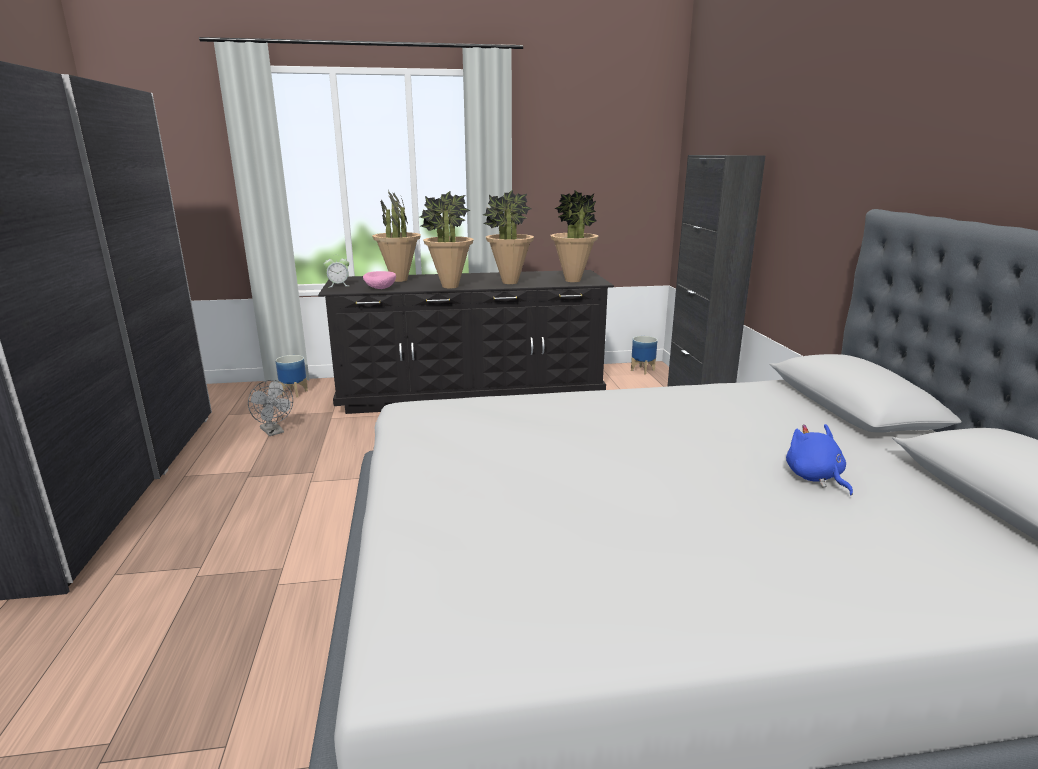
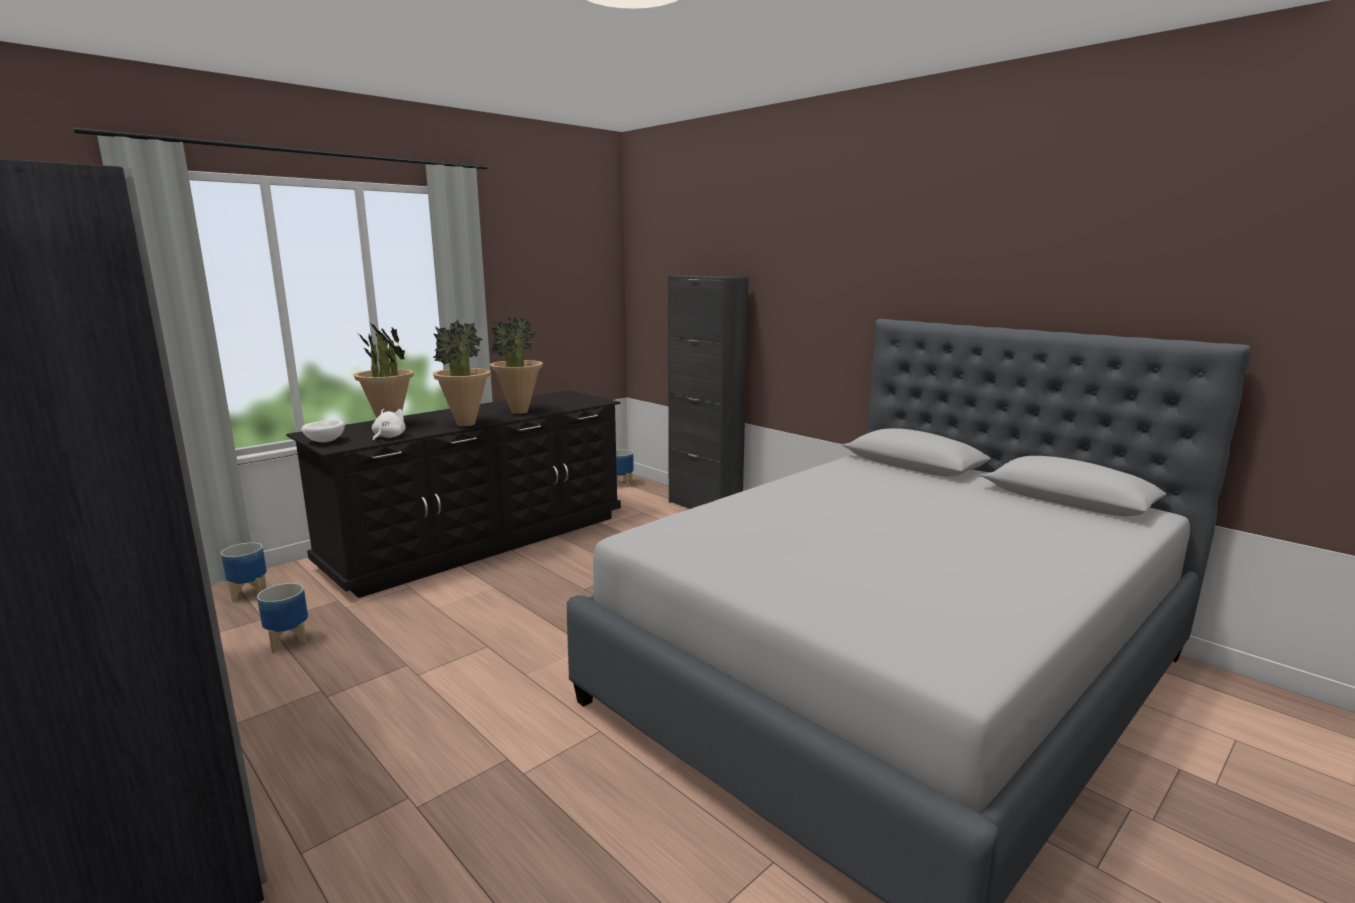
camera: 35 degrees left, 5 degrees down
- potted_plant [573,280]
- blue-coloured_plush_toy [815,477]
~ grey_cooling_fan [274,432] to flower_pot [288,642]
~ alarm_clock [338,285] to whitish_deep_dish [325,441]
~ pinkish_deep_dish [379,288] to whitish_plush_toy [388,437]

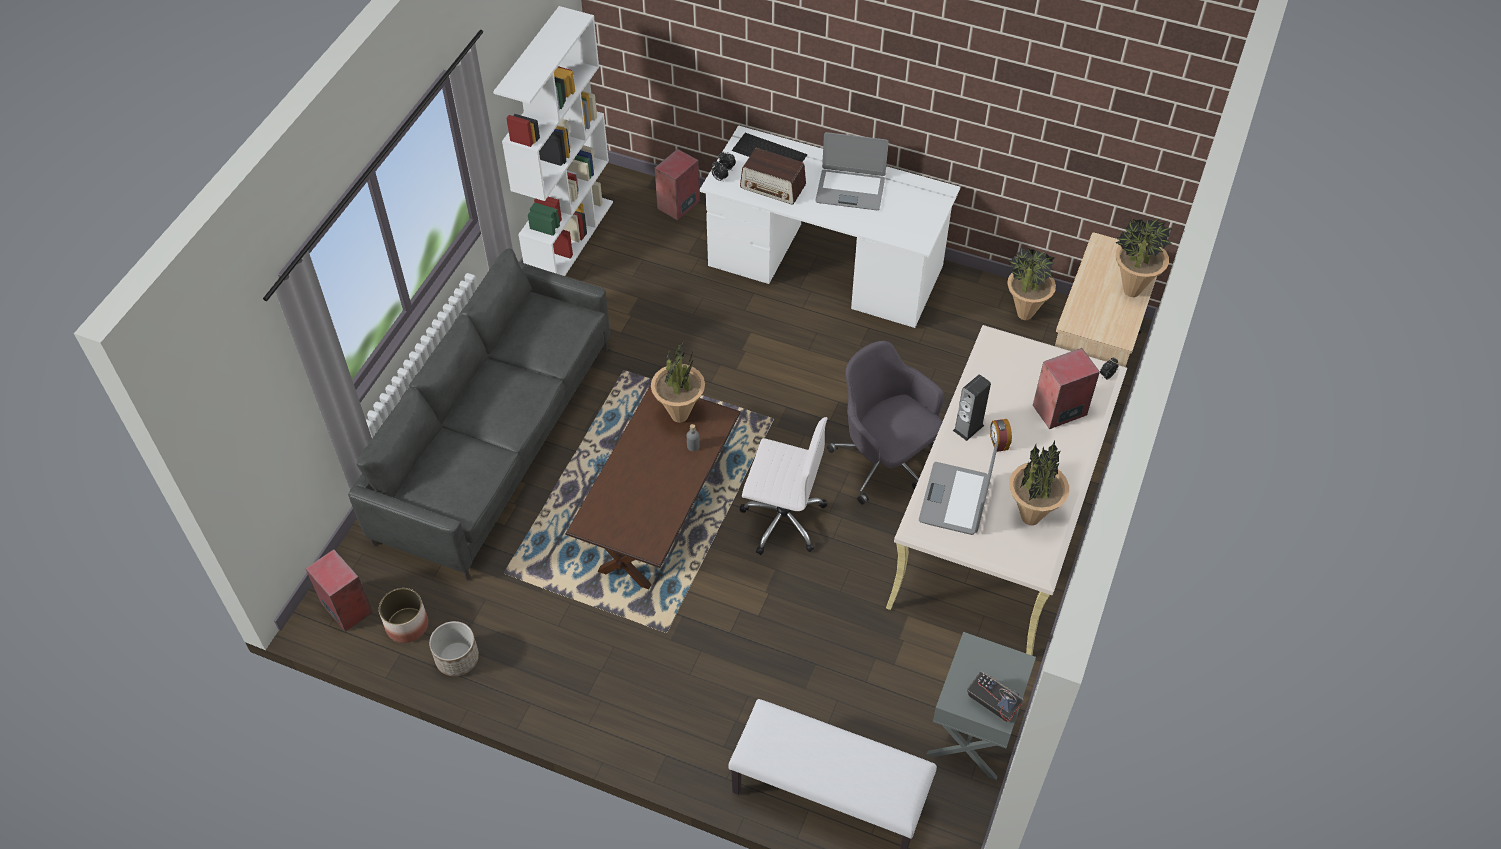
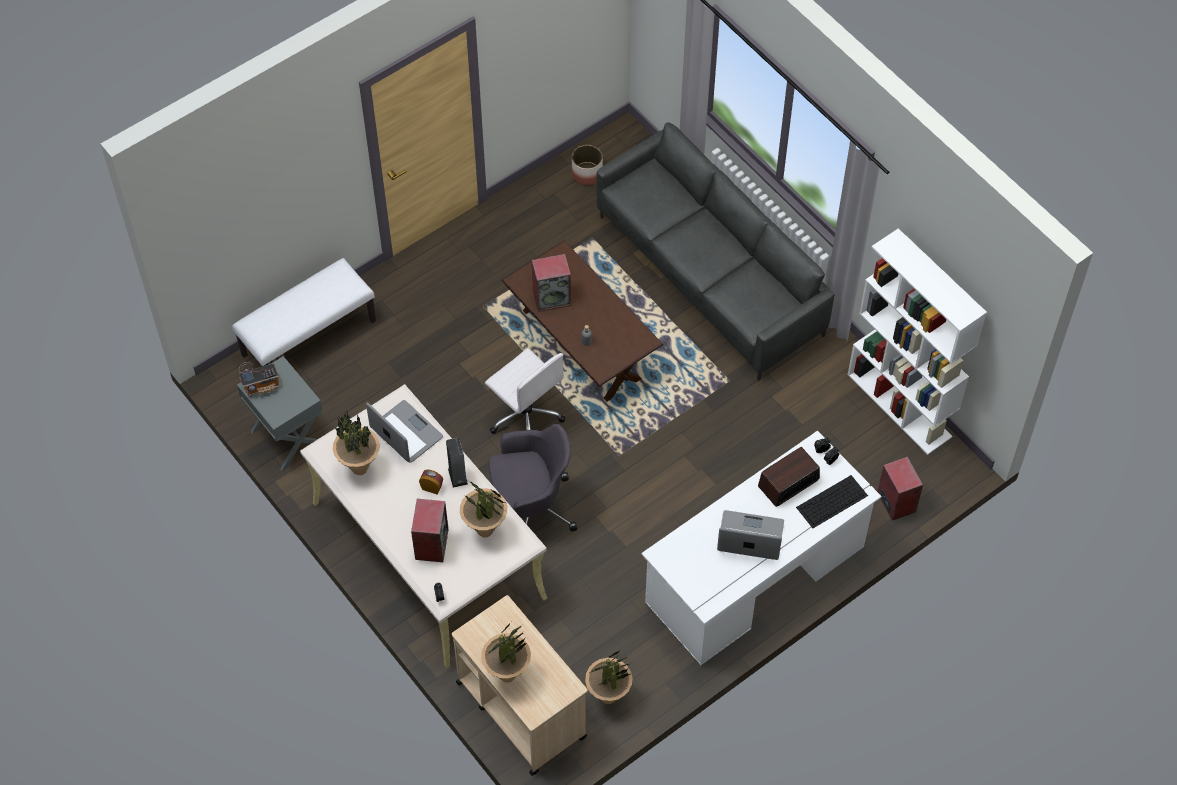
camera: 120 degrees right, 5 degrees up
- flower_pot [457,658]
~ speaker [346,608] to [552,297]
~ potted_plant [679,415] to [485,531]
~ whitish_desk_chair [782,519] = [526,415] 90 degrees counterclockwise
~ notebook_computer [850,190] = [750,537] 60 degrees clockwise

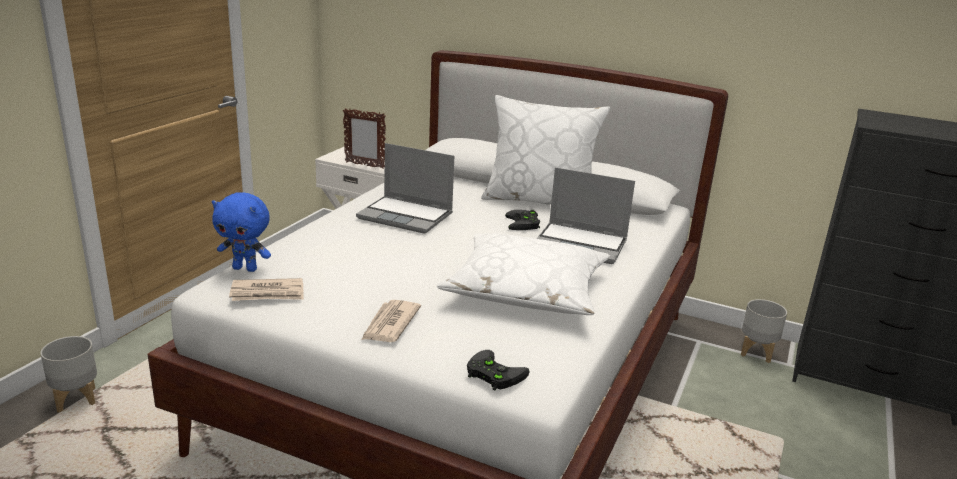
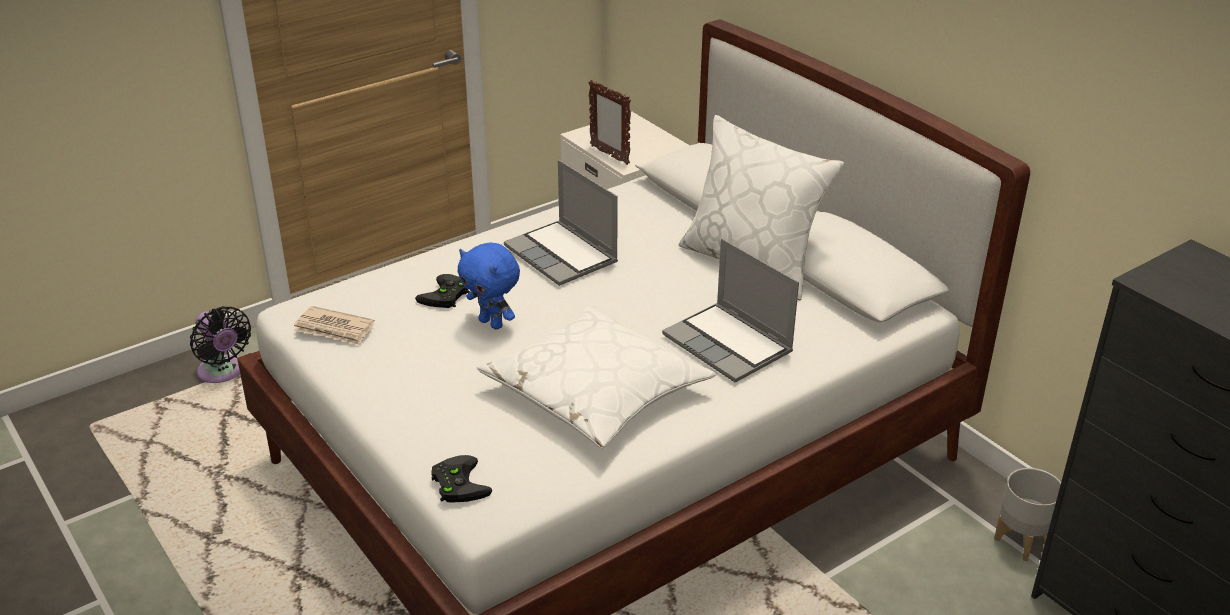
camera: 30 degrees right, 10 degrees up
- newspaper [390,324]
~ blue-coloured_plush_toy [246,268] to [492,323]
~ blackish_game_controller [524,223] to [445,296]
~ grey_flower_pot [76,399] to blackish_cooling_fan [223,373]

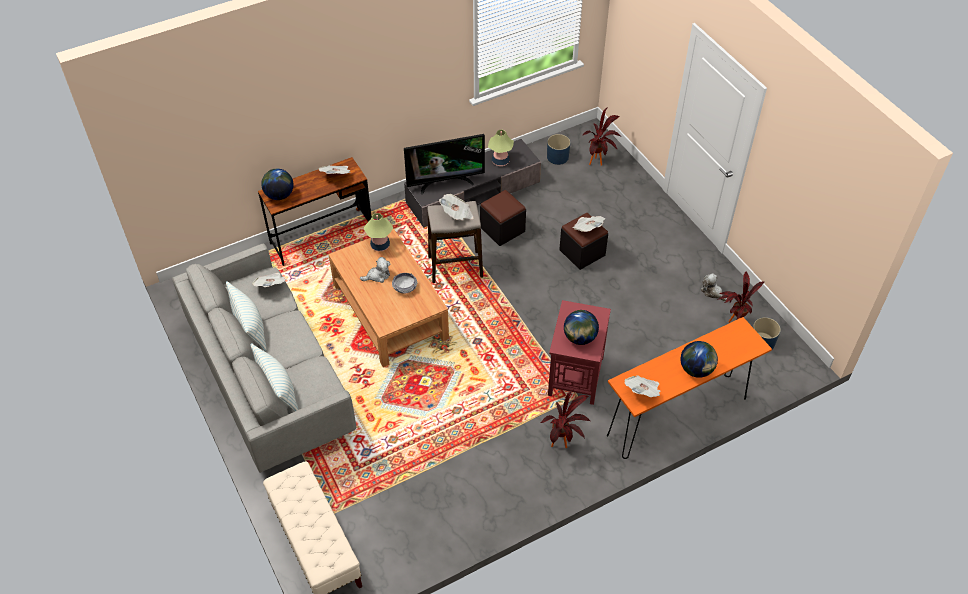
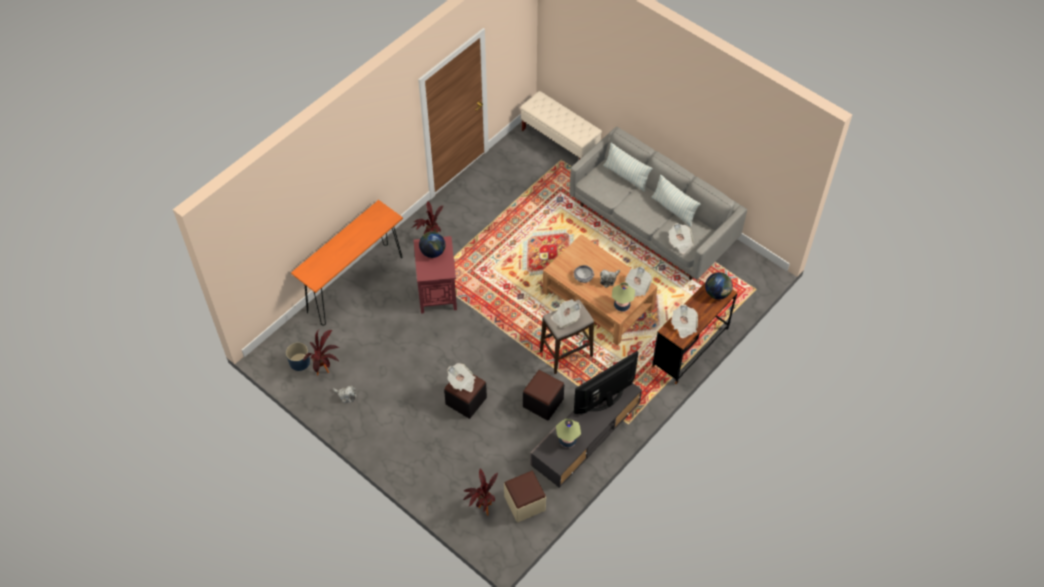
camera: 160 degrees right, 5 degrees up
- globe [696,369]
~ newspaper [643,392] to [637,287]
~ blue-coloured_flower_pot [557,157] to beige-coloured_ottoman [524,503]

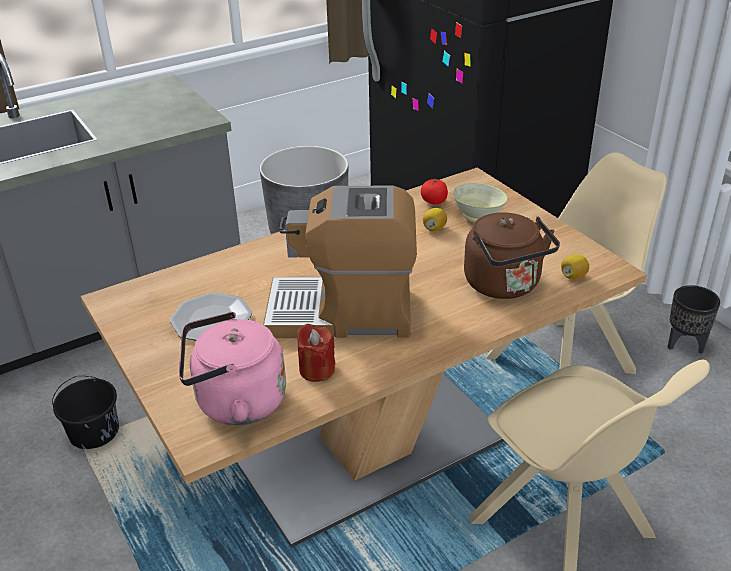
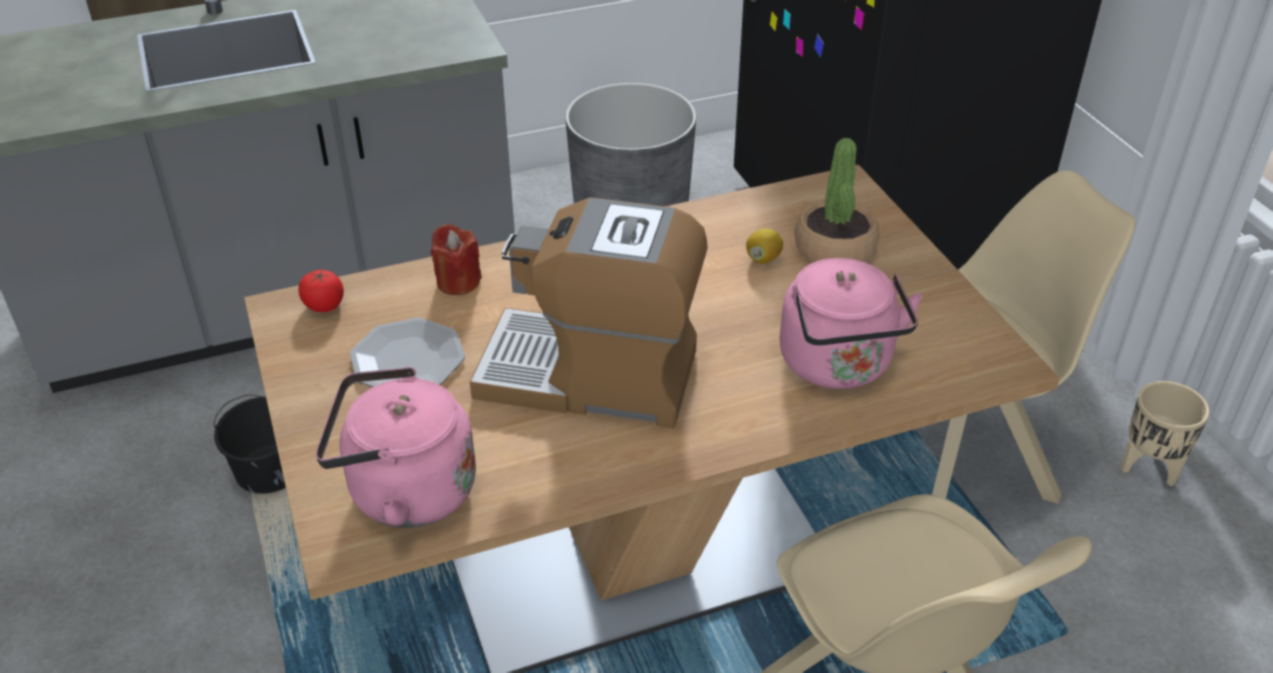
camera: 10 degrees right, 5 degrees up
- lemon [573,276]
~ reddish_wax_candle [317,370] to [458,282]
~ tomato [434,201] to [324,305]
~ beige-coloured_deep_dish [479,217] to potted_plant [835,248]
~ brown-coloured_water_kettle [505,285] to pinkish_water_kettle [838,366]
~ blackish_flower_pot [685,345] to beige-coloured_flower_pot [1149,469]

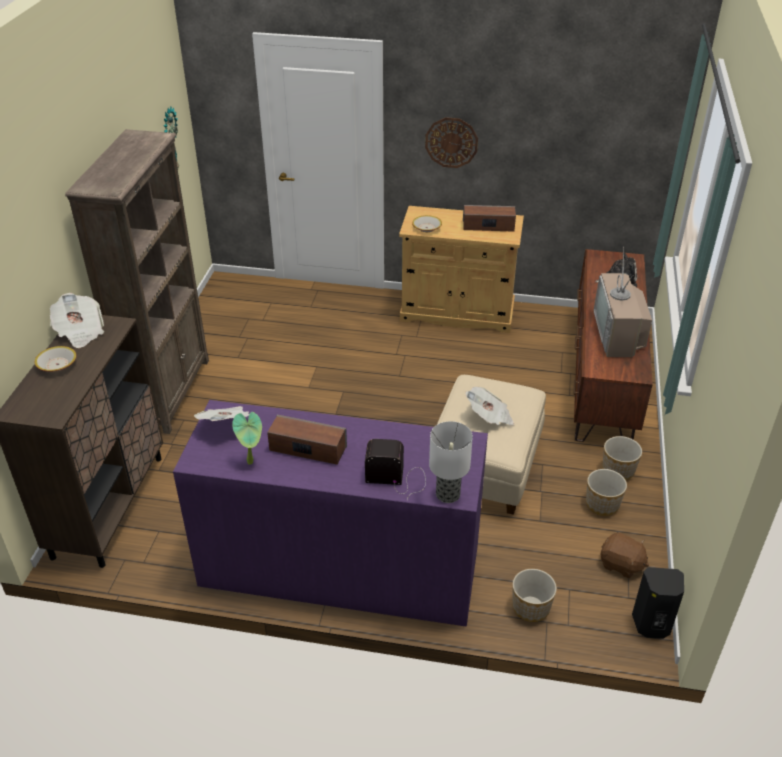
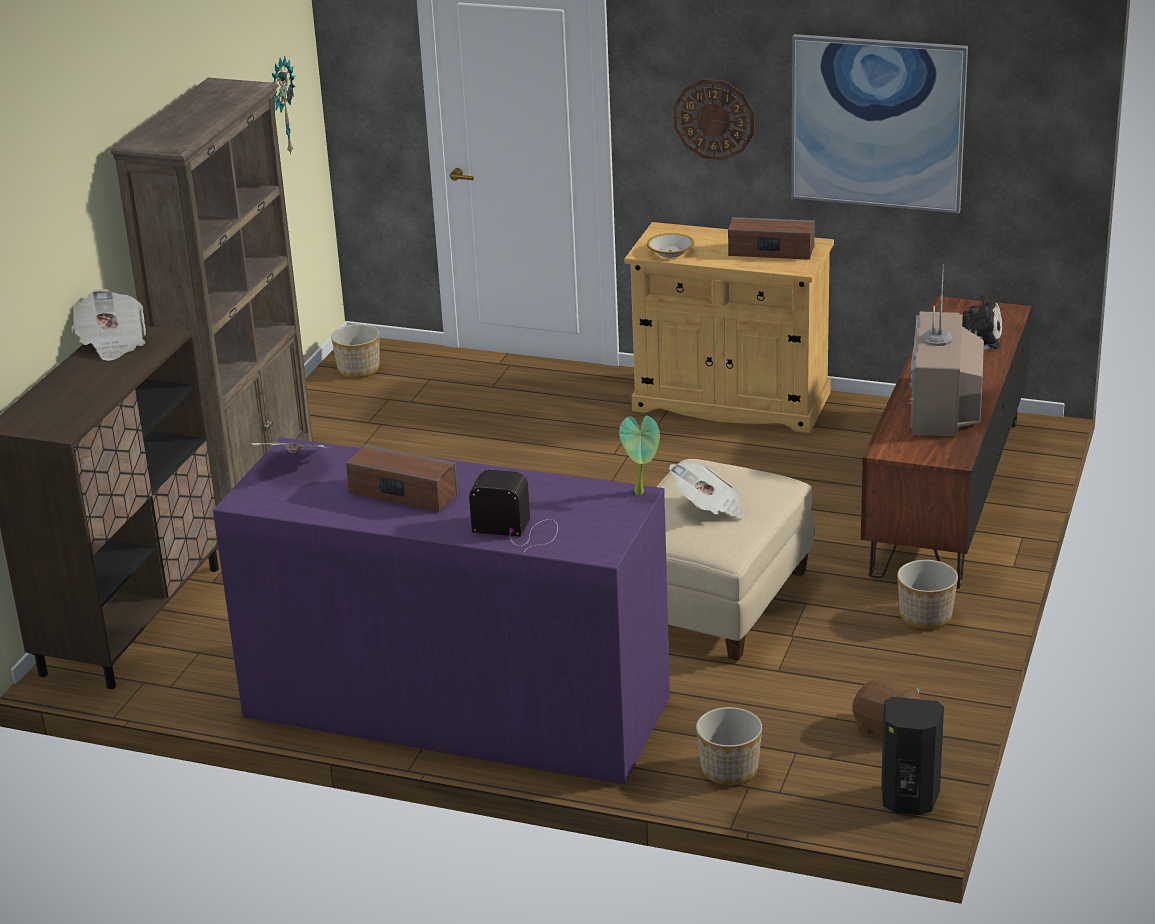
camera: 10 degrees right, 10 degrees down
- deep_dish [57,365]
- tabletop_lamp [448,494]
+ picture [877,123]
~ potted_plant [252,461] to [641,493]
~ flower_pot [602,504] to [359,369]

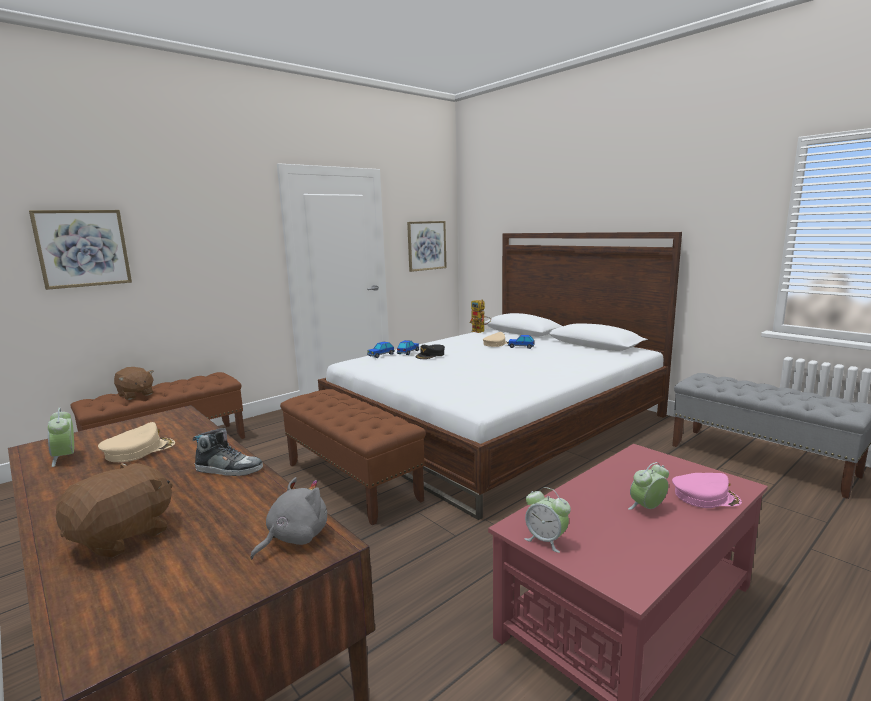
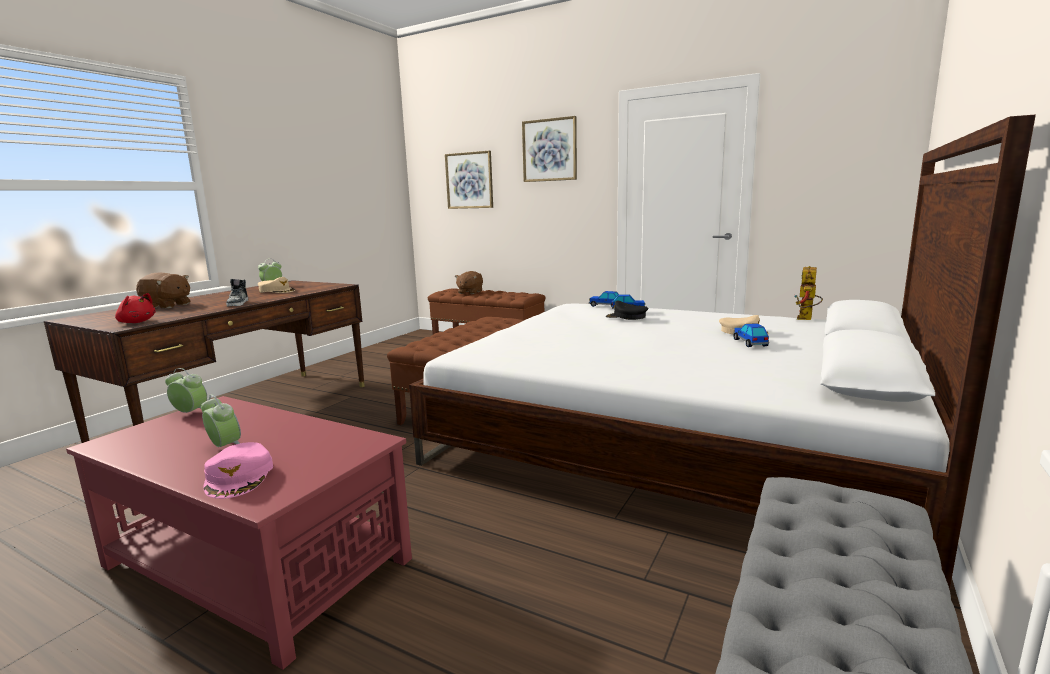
camera: 70 degrees right, 0 degrees up
~ picture [426,245] to [549,150]
~ grey_plush_toy [294,538] to reddish_plush_toy [136,322]
~ alarm_clock [546,540] = [190,413] 90 degrees clockwise

